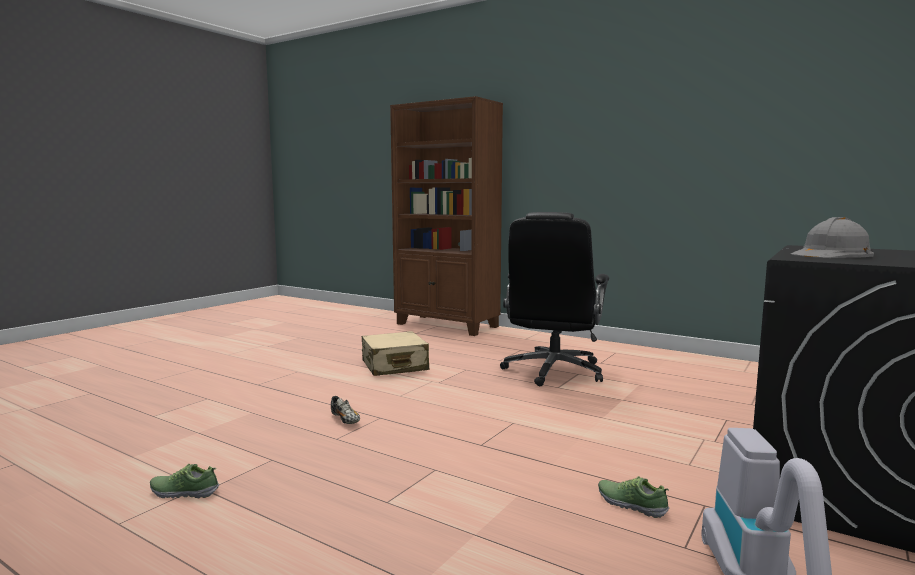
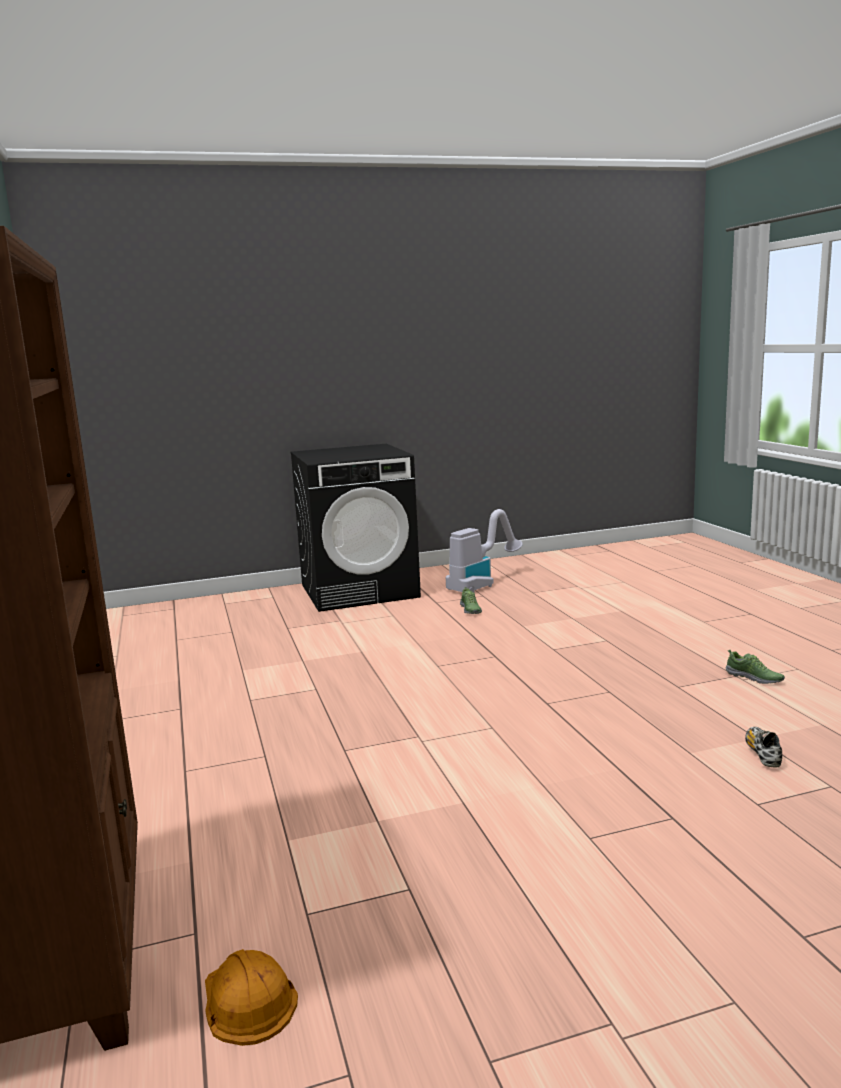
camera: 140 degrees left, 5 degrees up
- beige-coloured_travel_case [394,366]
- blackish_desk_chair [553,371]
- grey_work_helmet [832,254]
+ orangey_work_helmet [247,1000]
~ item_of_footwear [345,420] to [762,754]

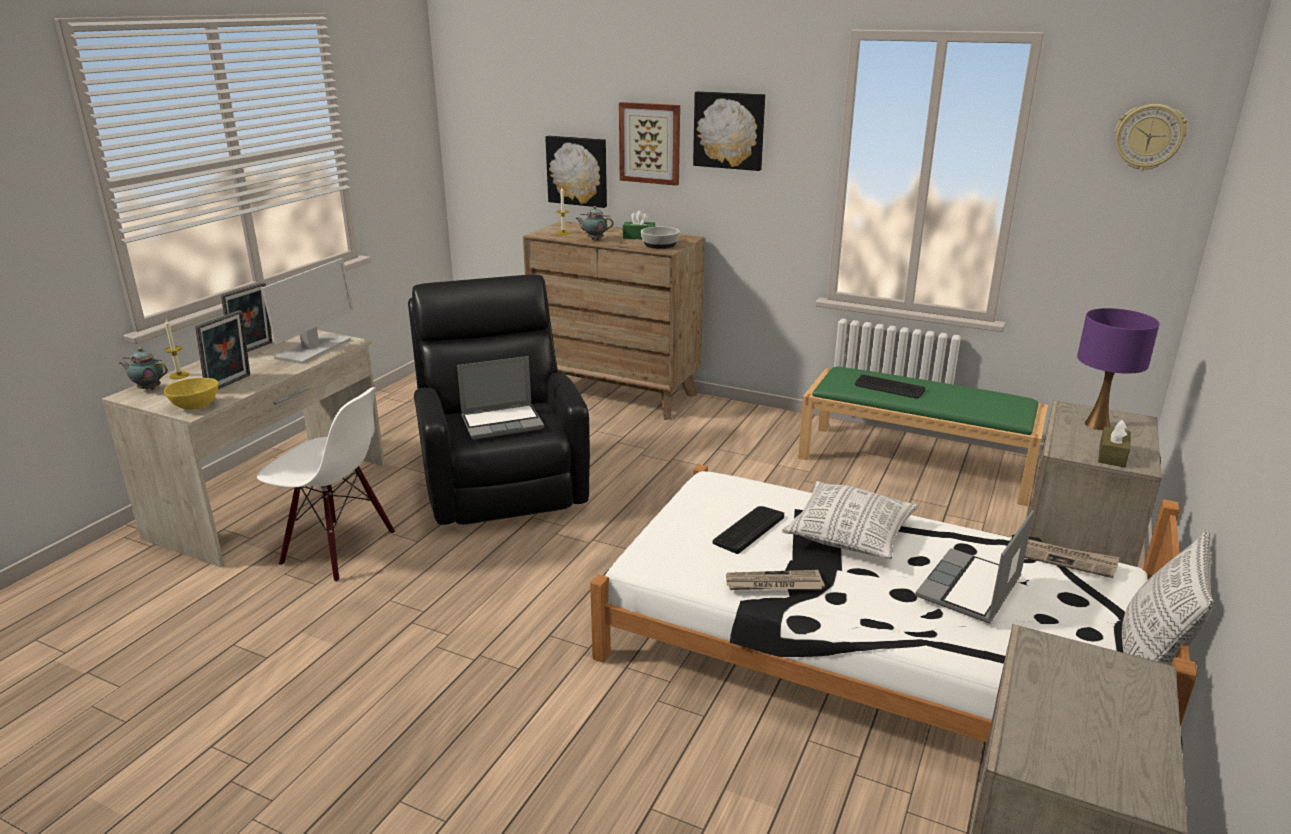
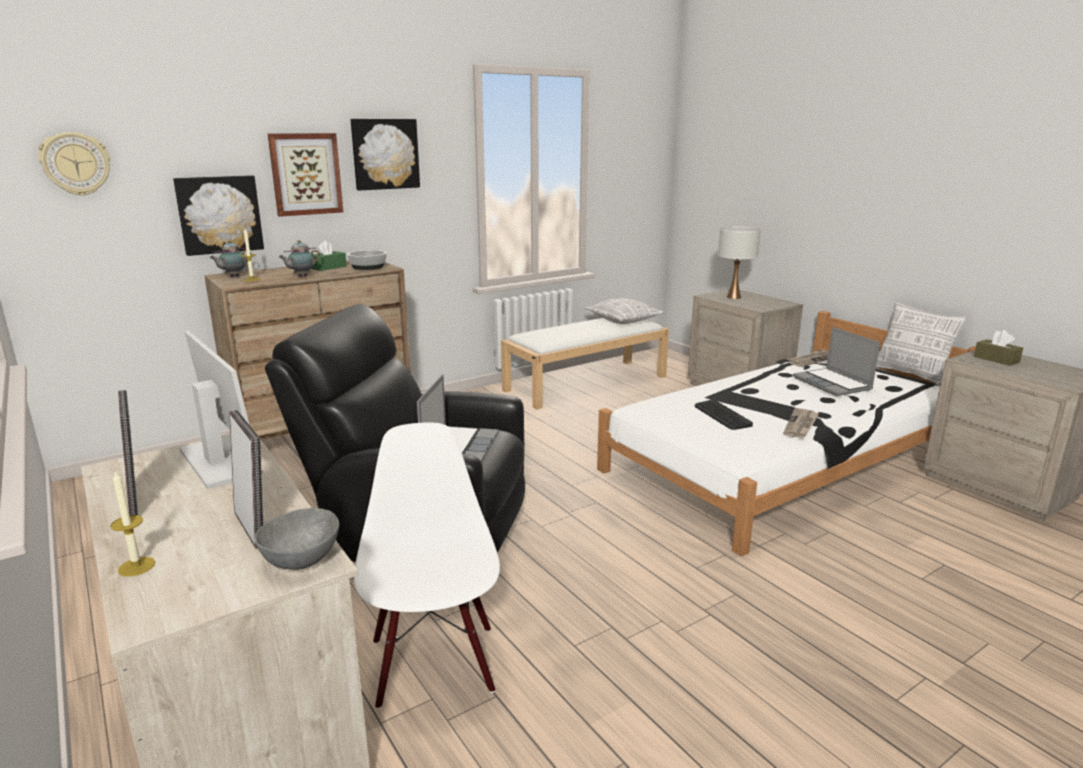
camera: 60 degrees left, 5 degrees down
- PC_keyboard [889,388]
~ teapot [148,389] to [233,276]
~ cushion [849,535] to [623,320]
~ brown-coloured_tissue_box [1112,455] to [996,359]
~ wall_clock [1149,137] to [76,164]
~ yellow-coloured_deep_dish [196,407] to grey_deep_dish [304,560]
~ green-coloured_indoor_bench [916,463] to whitish_indoor_bench [586,383]
~ purple-coloured_tabletop_lamp [1097,425] to whitish_tabletop_lamp [734,297]
~ whitish_plain_chair [338,549] = [434,664] 60 degrees counterclockwise

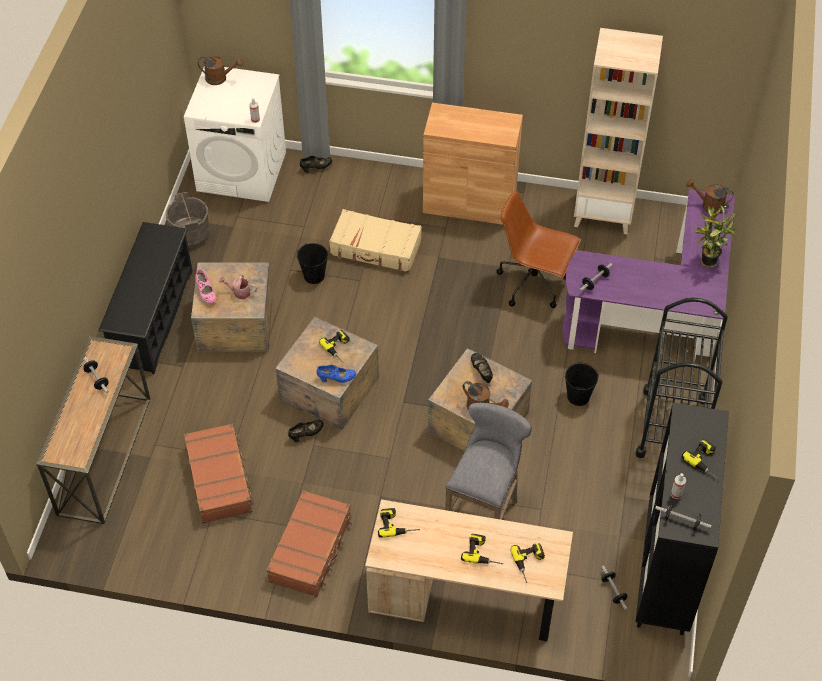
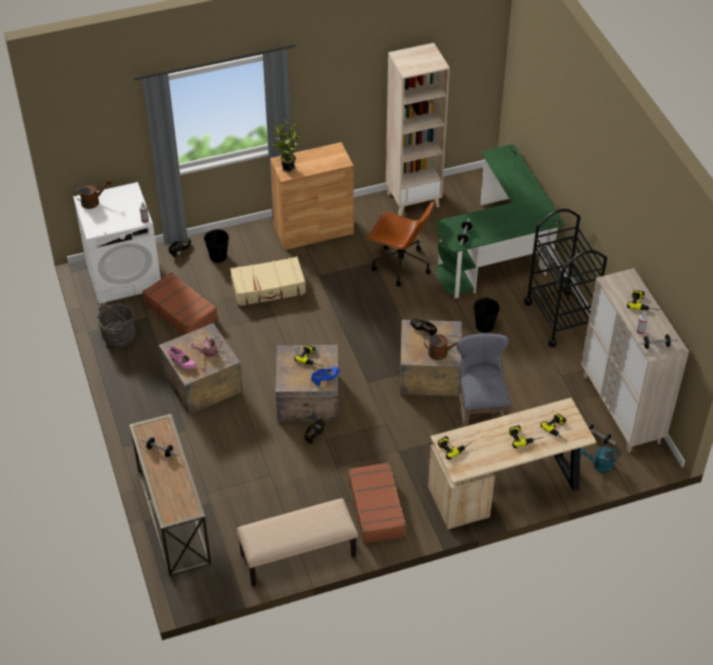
camera: 30 degrees left, 5 degrees down
- blackish_shoe_rack [153,317]
- brown-coloured_sprinkling_can [708,205]
+ beige-coloured_indoor_bench [298,556]
+ blue-green_sprinkling_can [599,465]
~ brown-coloured_travel_case [219,479] to [181,311]
~ blackish_pail [314,275] to [218,256]
~ potted_plant [706,261] to [286,168]
~ purple-coloured_desk [657,317] to green-coloured_desk [499,253]
~ blackish_storage_cabinet [666,570] to beige-coloured_storage_cabinet [621,409]
~ brown-coloured_desk_chair [534,283] = [400,265] 150 degrees counterclockwise

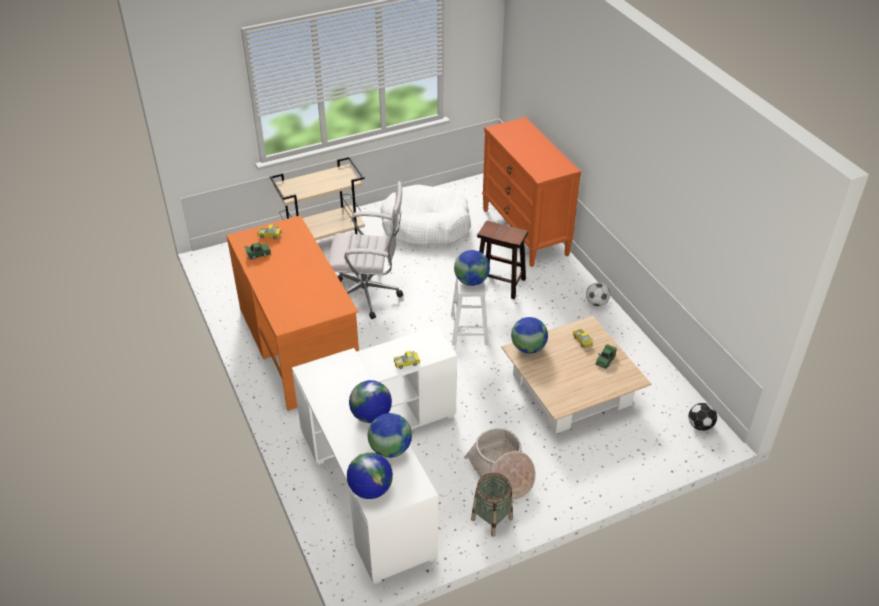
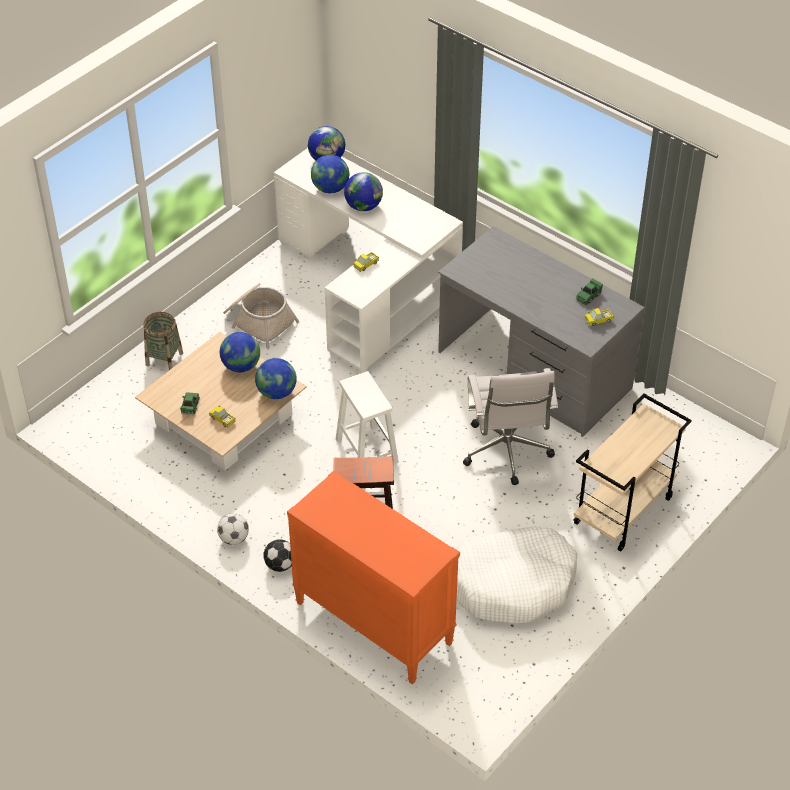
camera: 155 degrees right, 5 degrees up
~ globe [471,281] to [241,366]
~ household_basket [491,519] to [164,359]
~ football_ball [700,426] to [279,565]
~ orangey_desk [299,345] to grey_desk [534,370]
~ whitish_desk_chair [369,295] = [507,454] 75 degrees counterclockwise

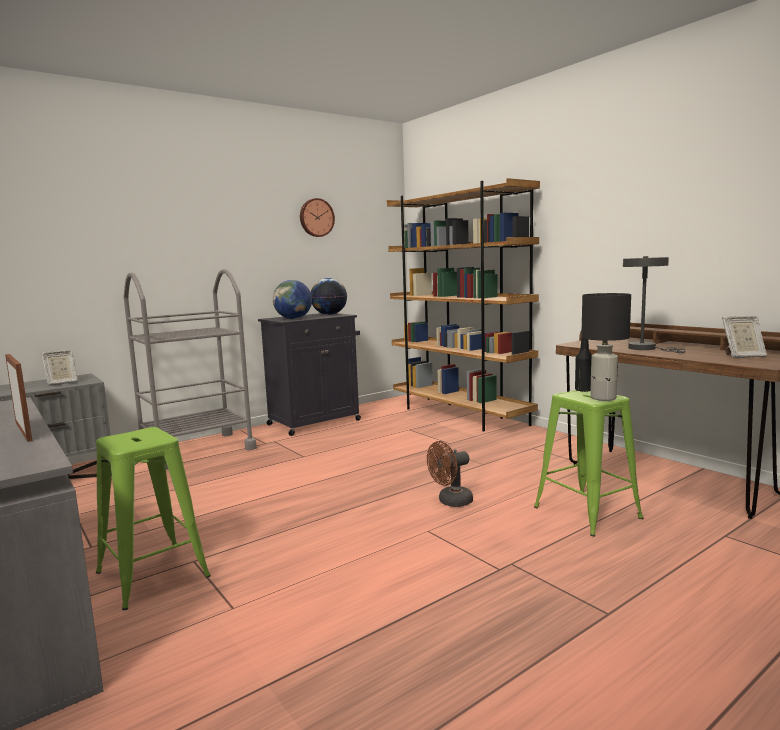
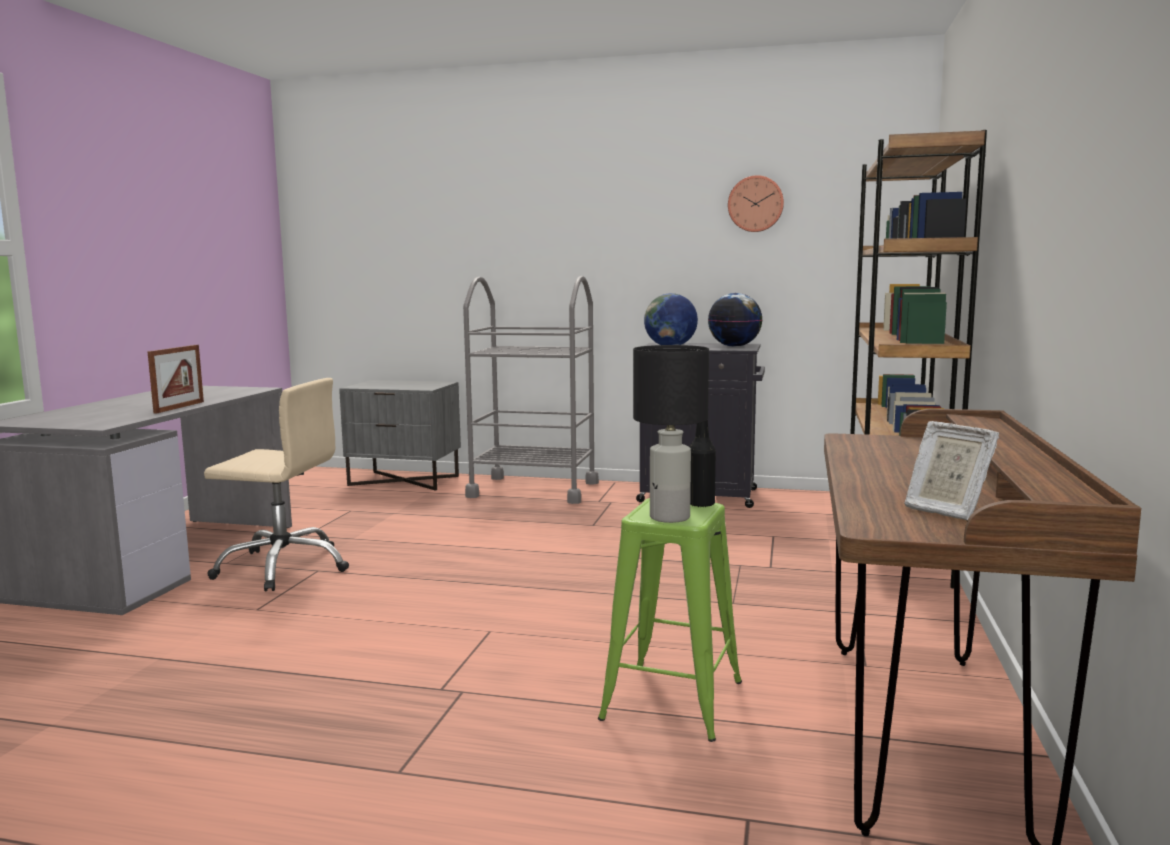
camera: 50 degrees right, 0 degrees up
- photo_frame [61,383]
- brown-coloured_cooling_fan [451,502]
- grey_tabletop_lamp [646,348]
~ green-coloured_stool [152,574] to beige-coloured_desk_chair [283,567]

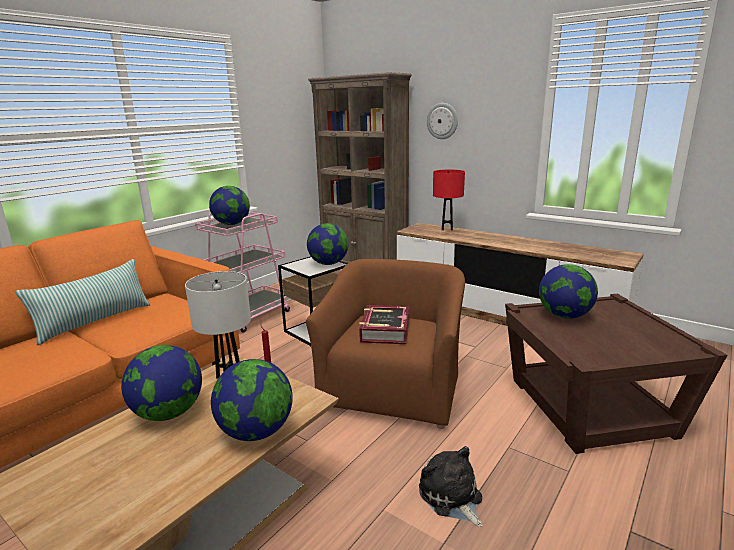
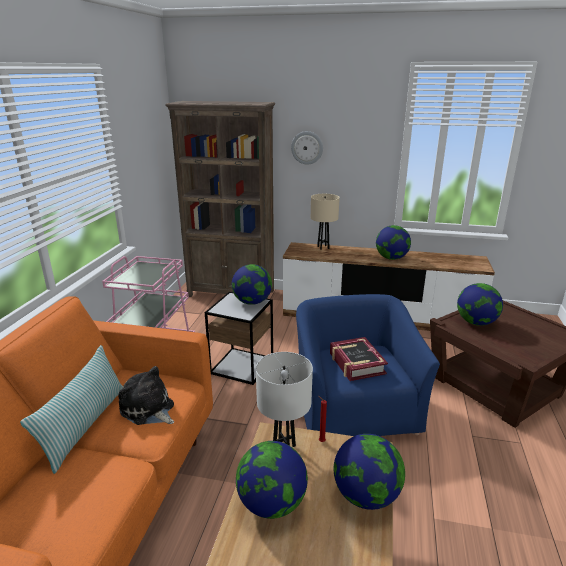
camera: 25 degrees left, 5 degrees up
~ globe [232,224] to [391,258]
~ plush_toy [451,497] to [148,409]
~ brown-coloured_easy_chair [393,389] to blue-coloured_easy_chair [354,409]
~ reddish_tabletop_lamp [447,229] to beige-coloured_tabletop_lamp [323,247]

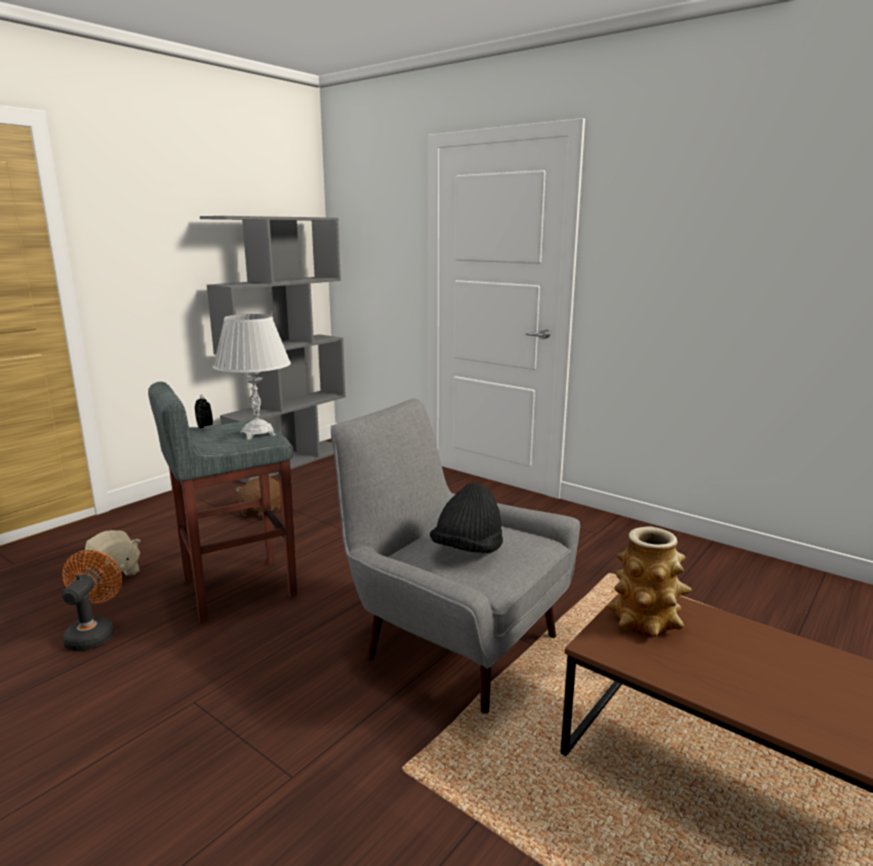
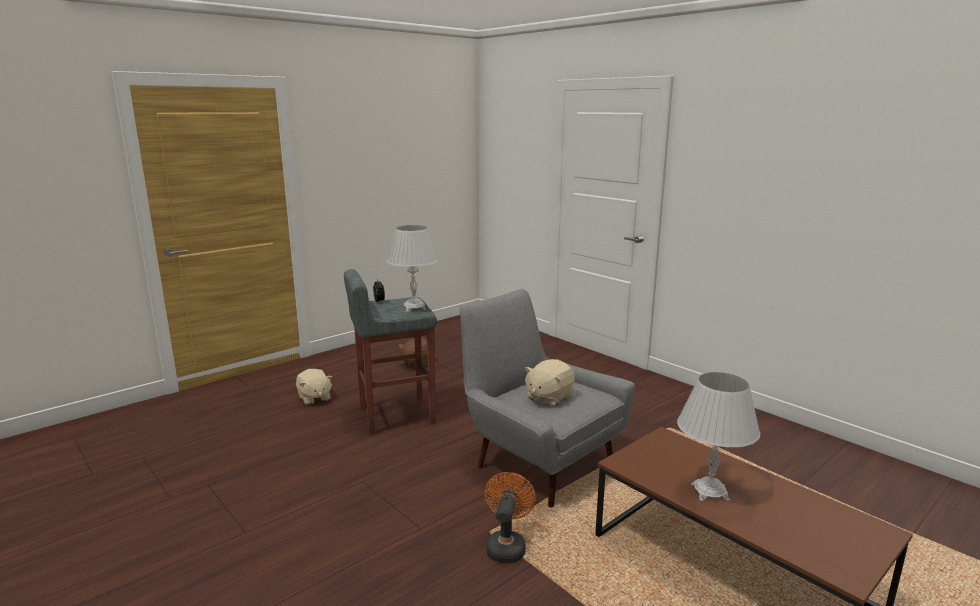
camera: 10 degrees right, 0 degrees up
- grey_bookcase [290,461]
- vase [645,621]
+ whitish_tabletop_lamp [709,492]
~ orangey_cooling_fan [93,633] to [506,545]
~ blackish_hat [468,550] to beige-coloured_plush_toy [548,397]

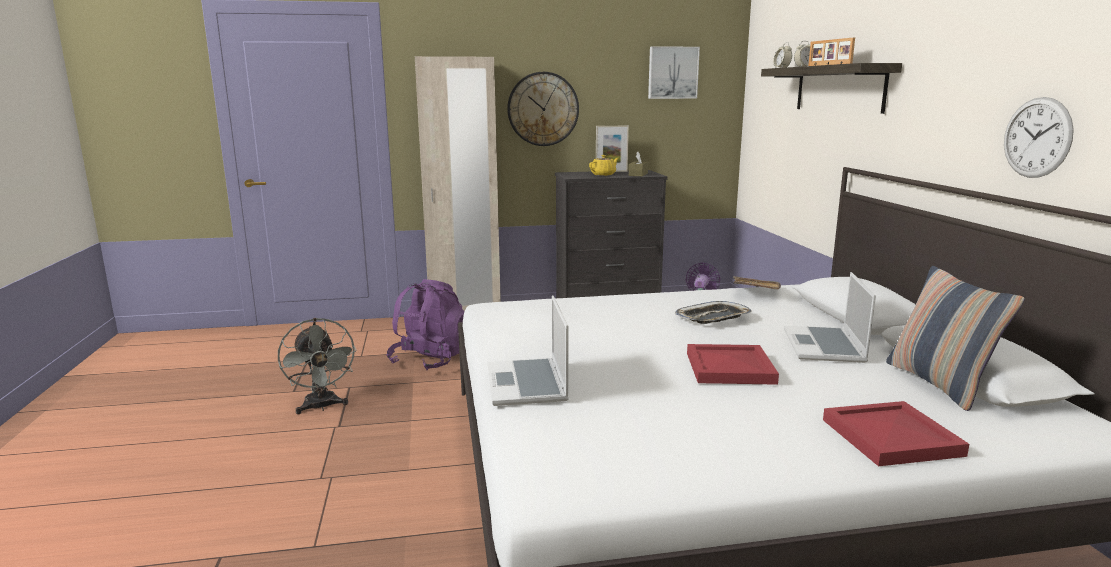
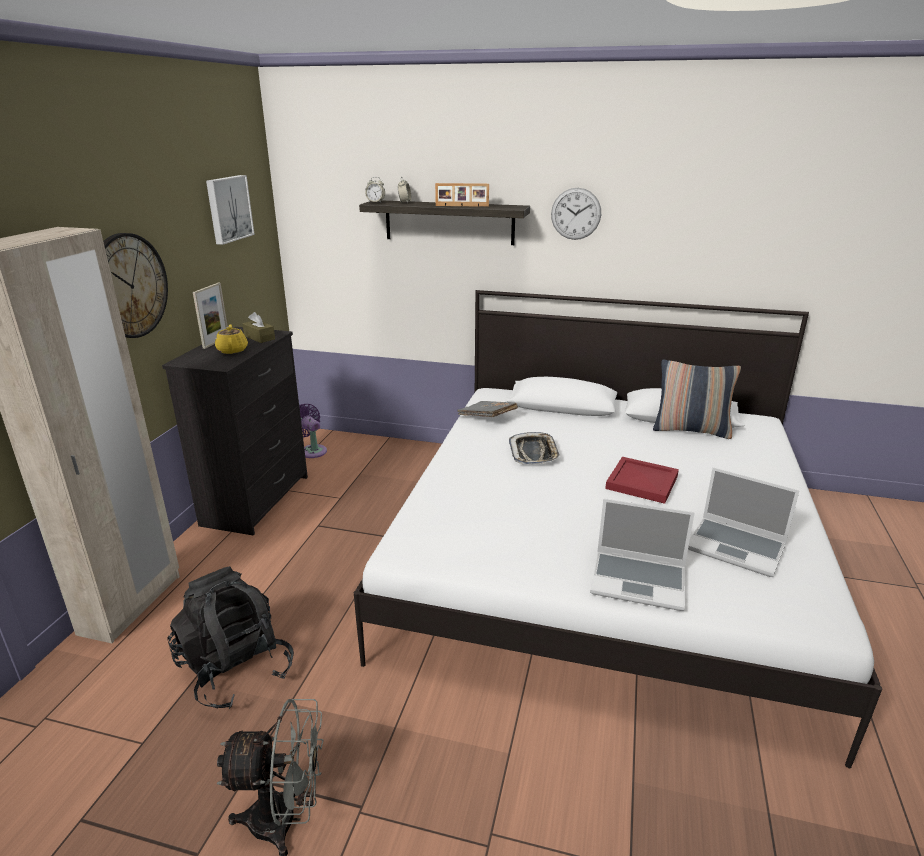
camera: 65 degrees left, 10 degrees up
- reddish_serving_tray [891,436]
~ notebook_computer [825,347] to [737,547]
~ wall_clock [1037,137] to [576,214]
~ purple-coloured_rucksack [431,359] to blackish_rucksack [236,669]

